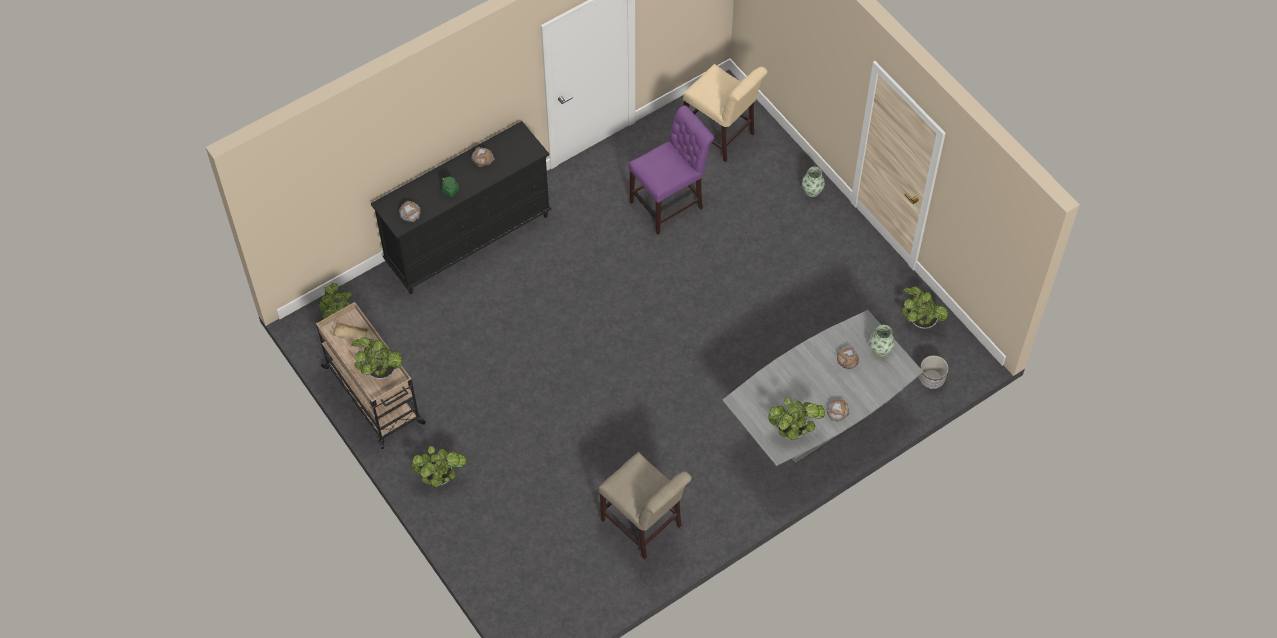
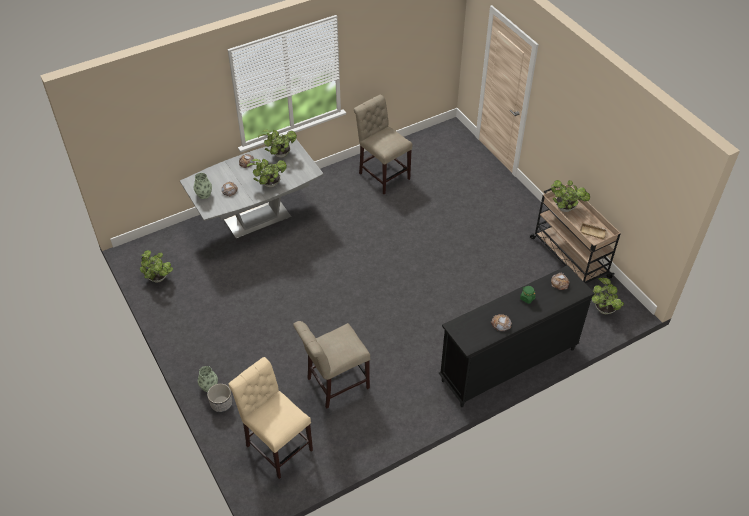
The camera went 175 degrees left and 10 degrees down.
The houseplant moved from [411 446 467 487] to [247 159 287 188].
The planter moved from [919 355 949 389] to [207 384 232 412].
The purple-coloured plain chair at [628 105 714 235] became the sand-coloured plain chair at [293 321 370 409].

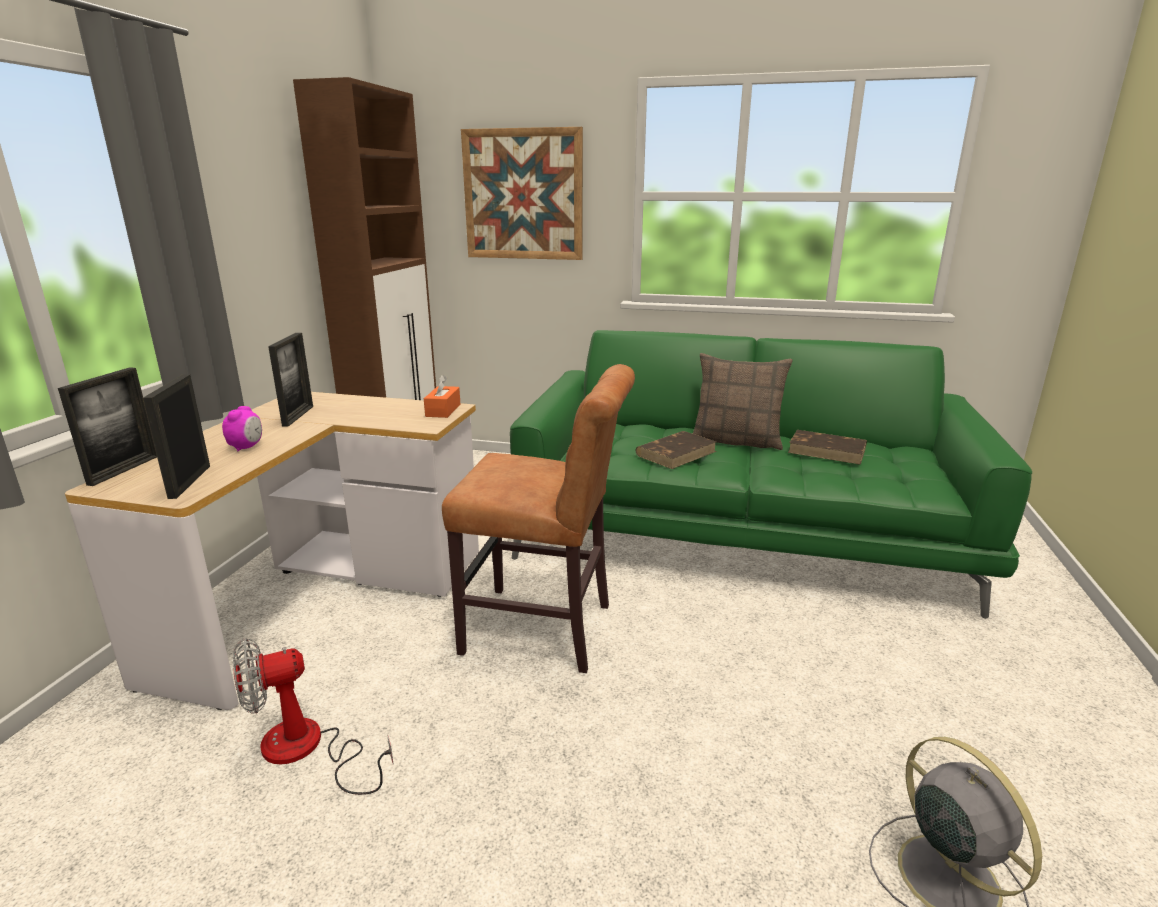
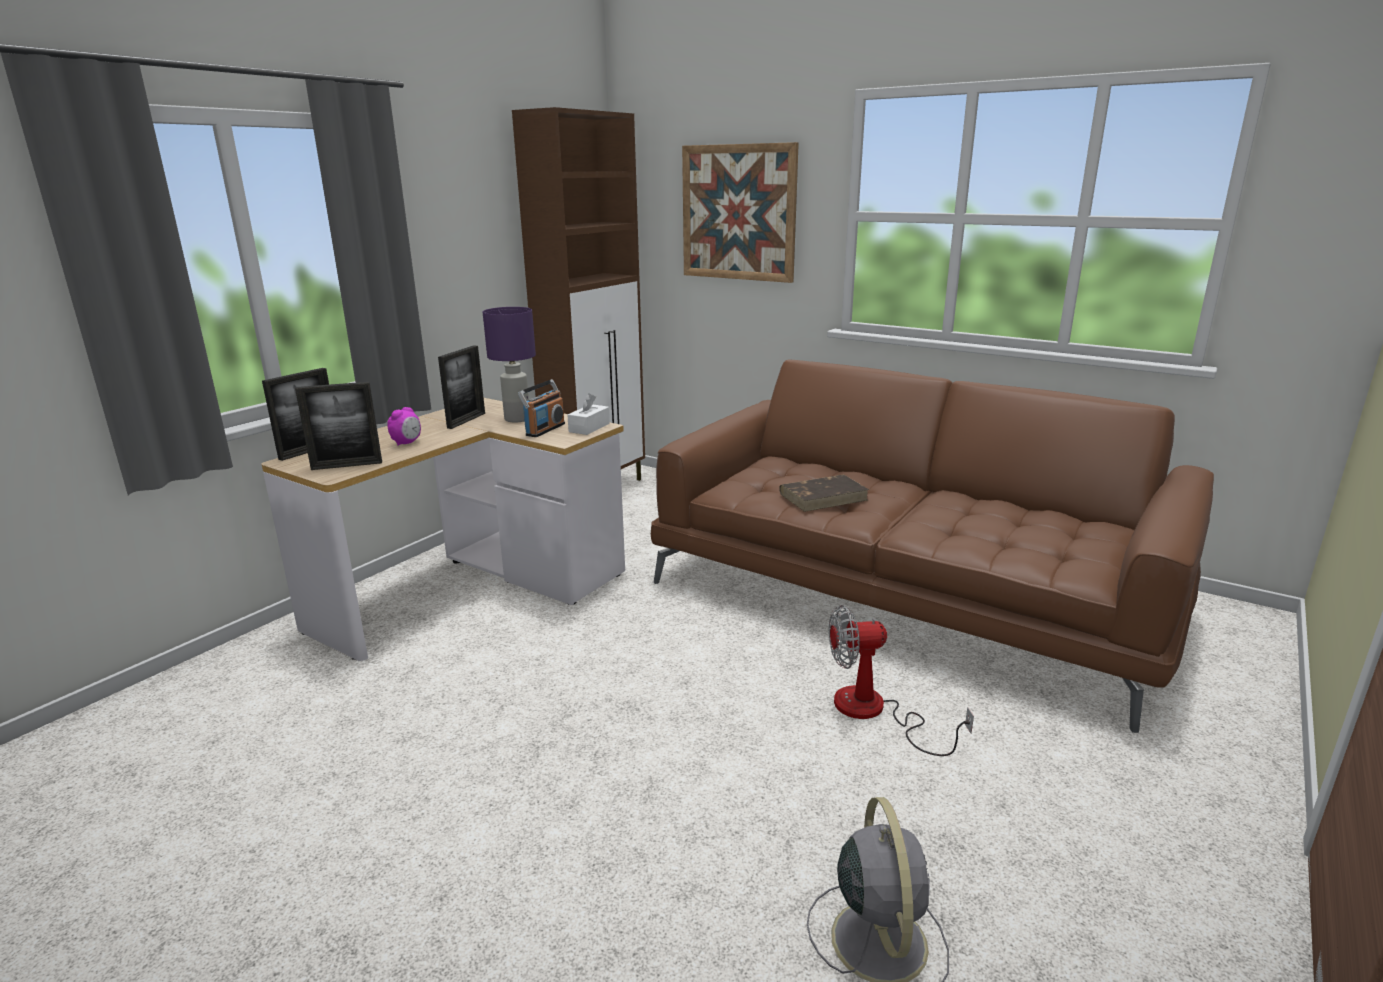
The camera went 20 degrees right and 0 degrees up.
The brownish plain chair at [442 364 635 673] disappeared.
The cushion at [692 353 793 450] disappeared.
The brownish book at [788 430 867 465] disappeared.
The purple-coloured lamp for a table at [483 307 536 422] appeared.
The radio receiver at [518 379 565 437] appeared.
The cooling fan moved from [233 638 394 795] to [829 605 974 756].
The orangey tissue holder at [424 374 460 418] became the white-coloured tissue holder at [567 393 610 435].
The greenish settee at [510 330 1032 619] became the brownish settee at [651 360 1214 733].
The picture frame at [143 375 210 499] turned 120 degrees counterclockwise.

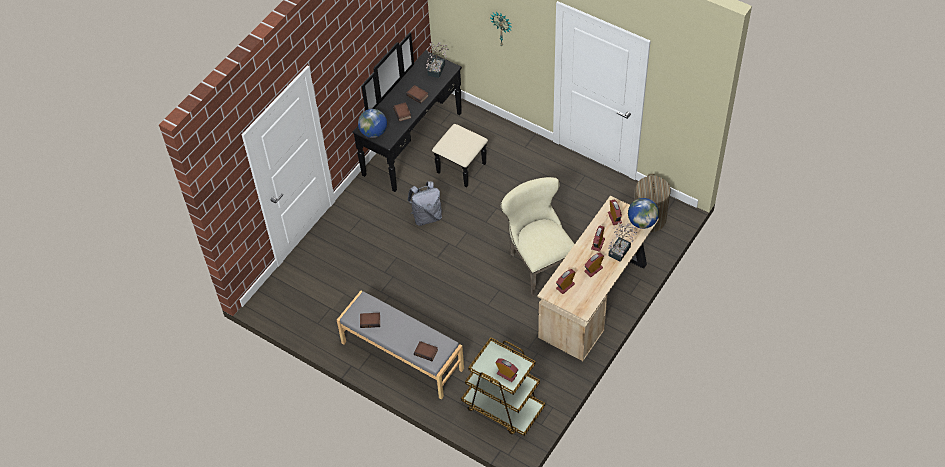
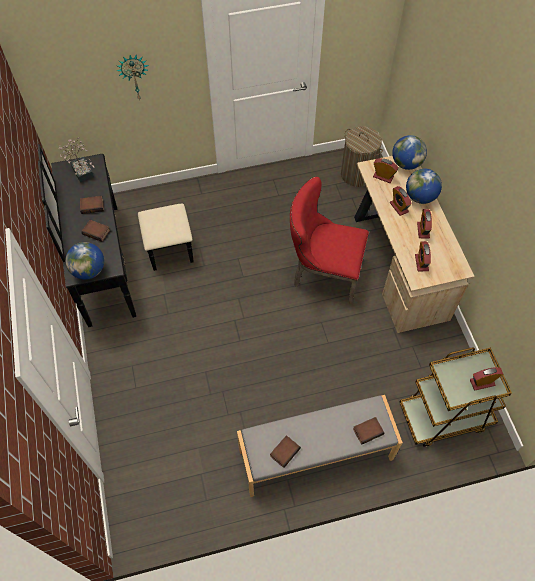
The camera went 50 degrees left and 5 degrees up.
The gray rucksack at [407 181 442 226] disappeared.
The houseplant at [608 221 637 262] was replaced by the globe at [406 169 442 204].
The sand-coloured plain chair at [501 177 575 297] became the red-coloured plain chair at [290 177 369 304].

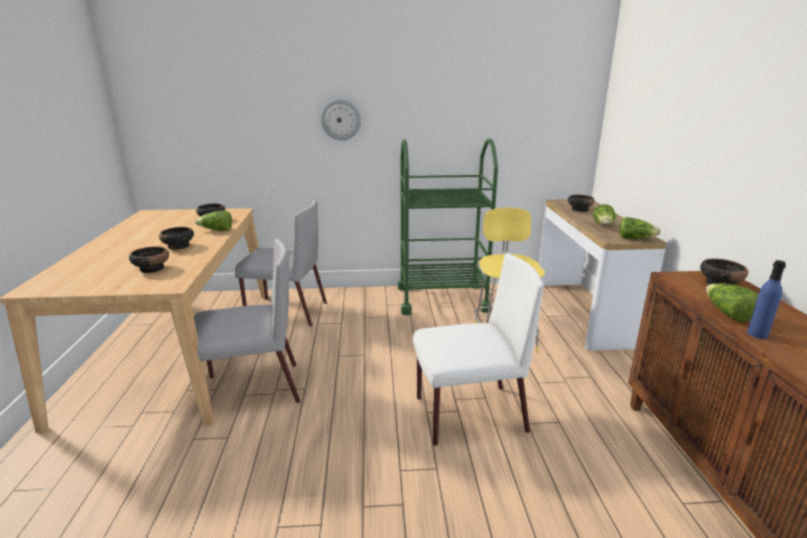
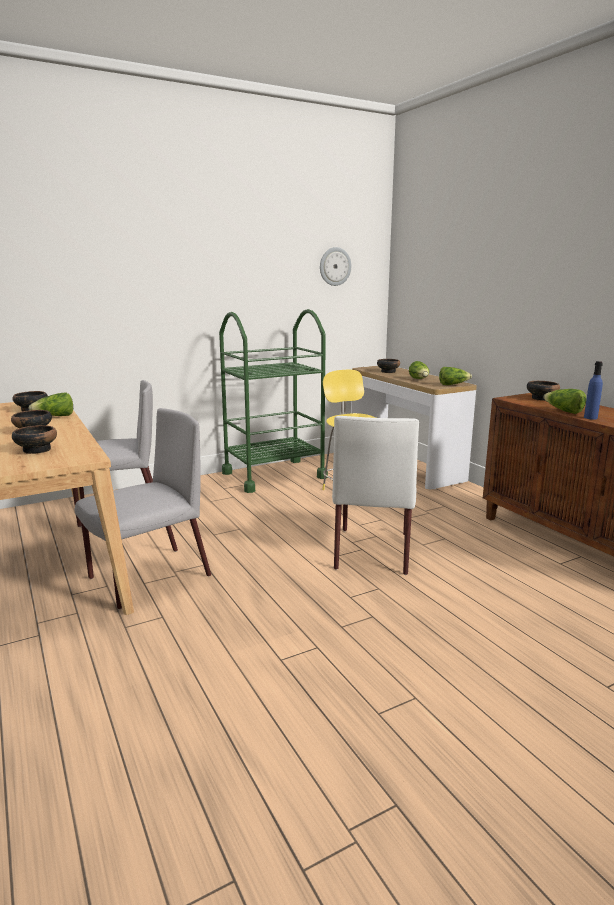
The camera went 25 degrees left and 5 degrees down.
The hanging clock moved from [321 99 361 140] to [320 247 351 286].
The white-coloured plain chair at [413 253 544 446] turned 135 degrees clockwise.

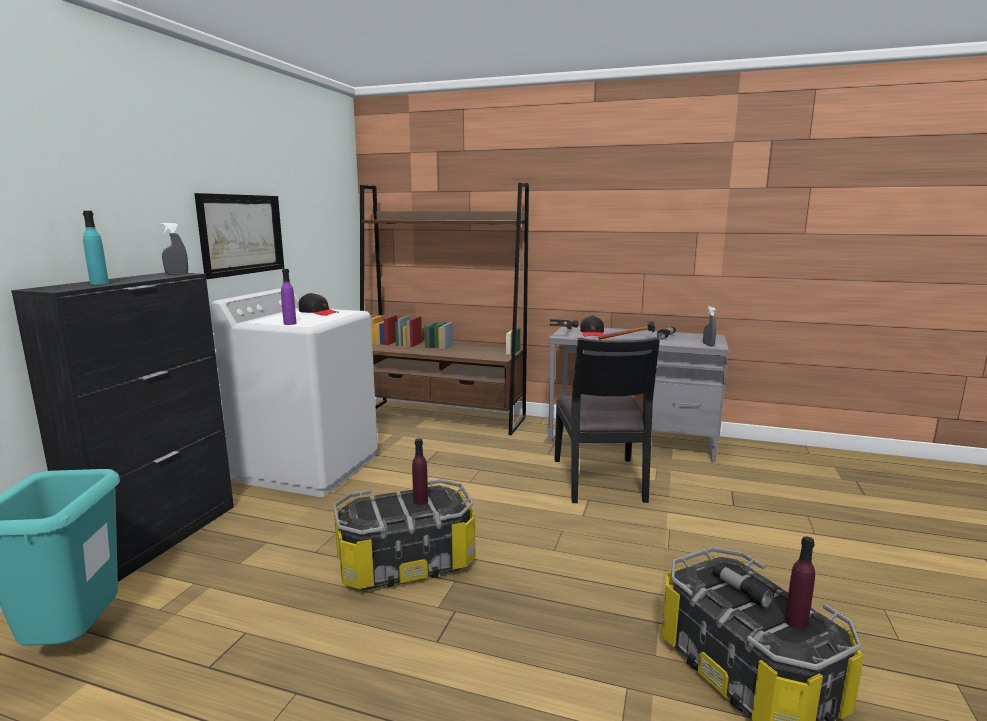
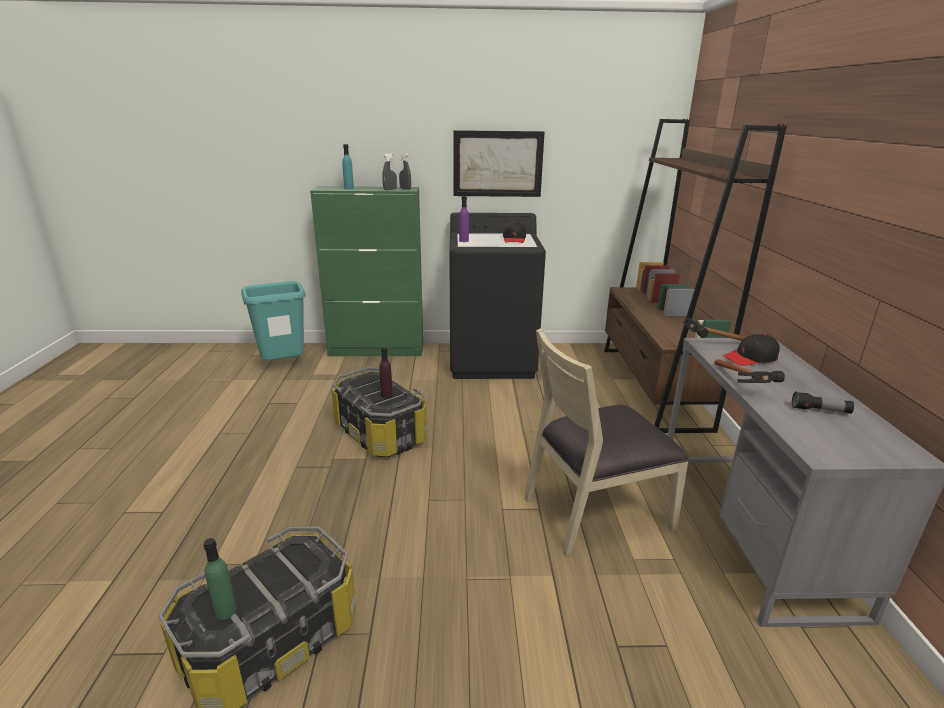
The camera went 70 degrees right and 10 degrees up.
The torch at [713 563 774 609] disappeared.
The gray spray bottle moved from [703 306 716 347] to [382 153 397 190].
The black-coloured cabinet at [11 272 234 582] became the greenish cabinet at [310 186 423 356].
The white-coloured laundry appliance at [211 288 378 497] became the black-coloured laundry appliance at [449 213 546 379].
The black-coloured plain chair at [555 337 660 503] became the sand-coloured plain chair at [524 328 689 557].
The purple-coloured beverage bottle at [785 536 815 629] became the greenish beverage bottle at [203 538 237 620].

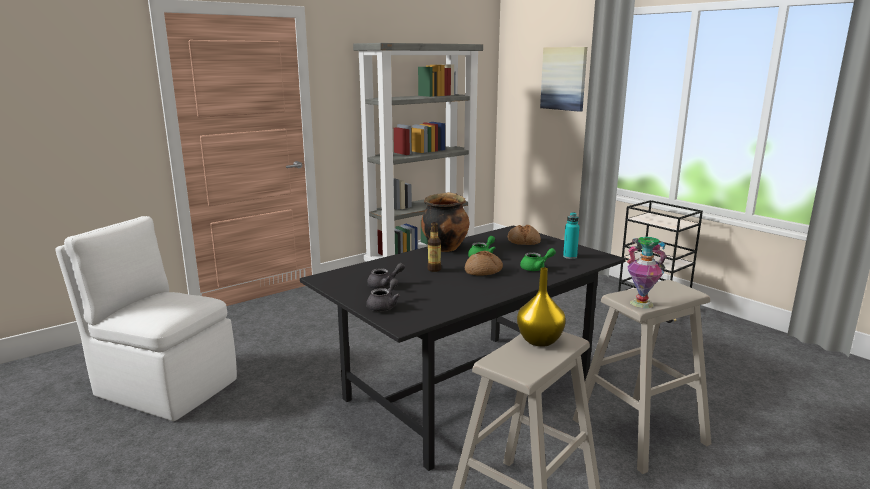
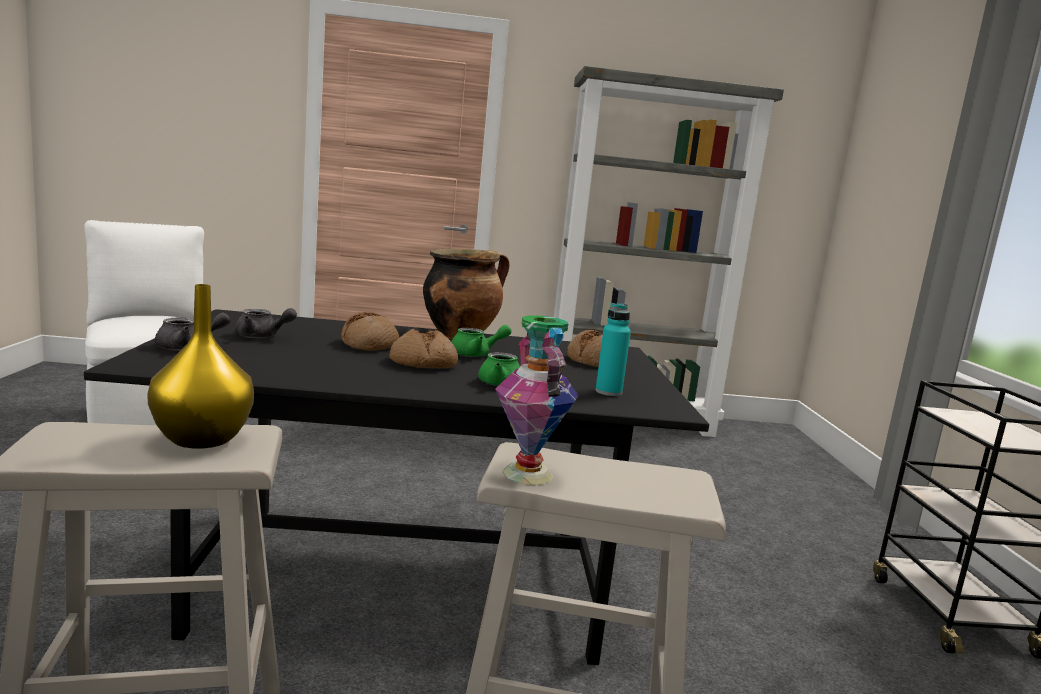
The camera went 35 degrees right and 5 degrees down.
The wall picture at [540 47 587 112] disappeared.
The beverage bottle at [428 222 441 272] was replaced by the bread at [341 312 399 351].

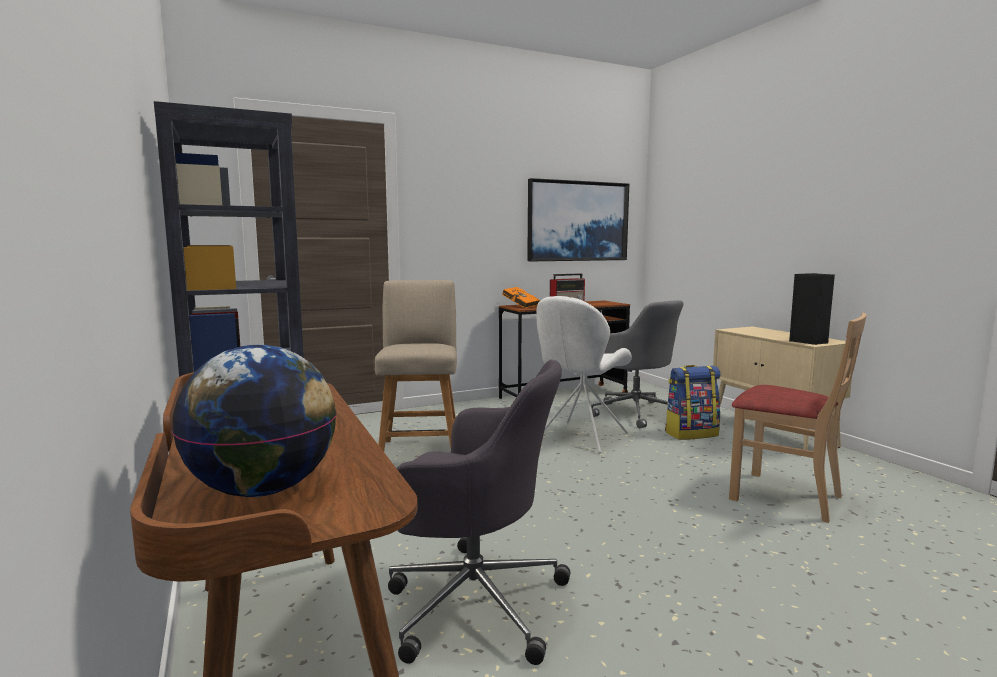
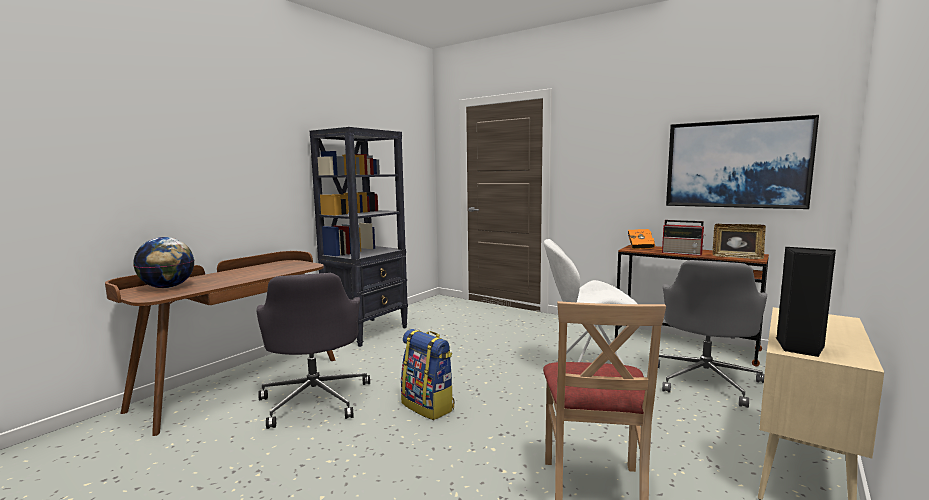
The camera went 60 degrees right and 0 degrees up.
The sand-coloured plain chair at [375 280 457 452] disappeared.
The picture frame at [713 224 766 259] appeared.
The rucksack moved from [665 365 720 440] to [401 329 455 420].

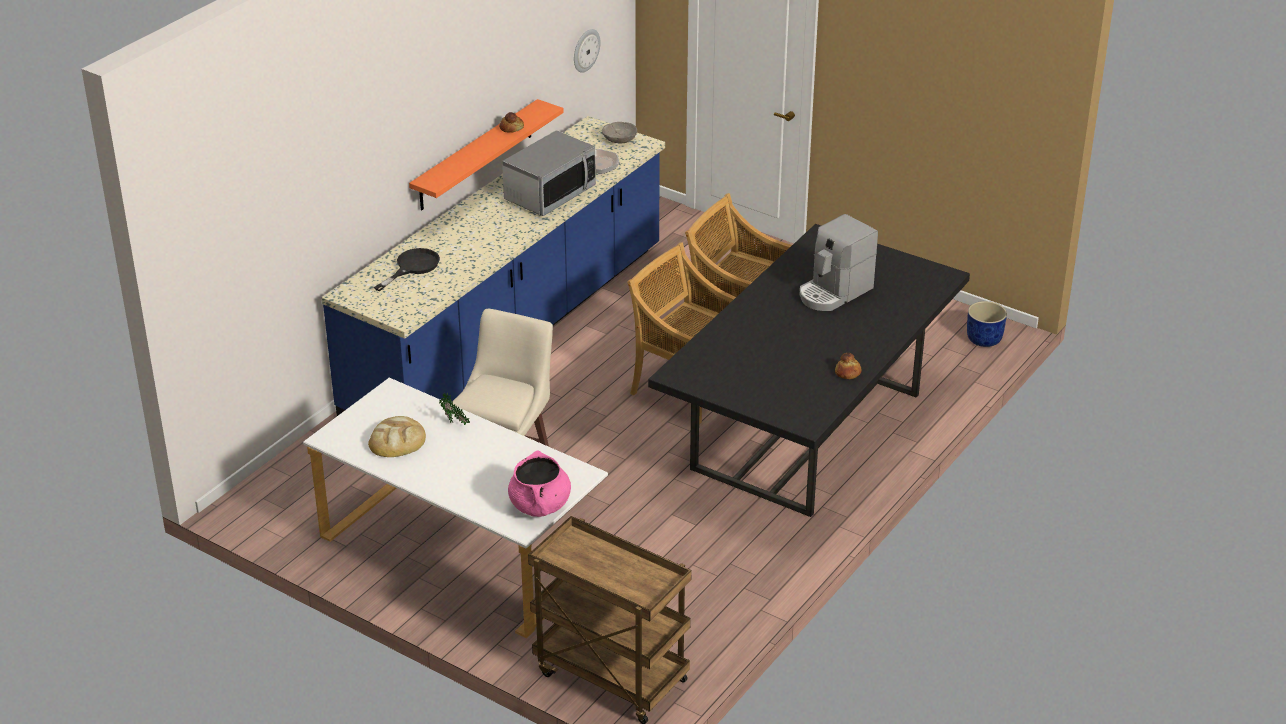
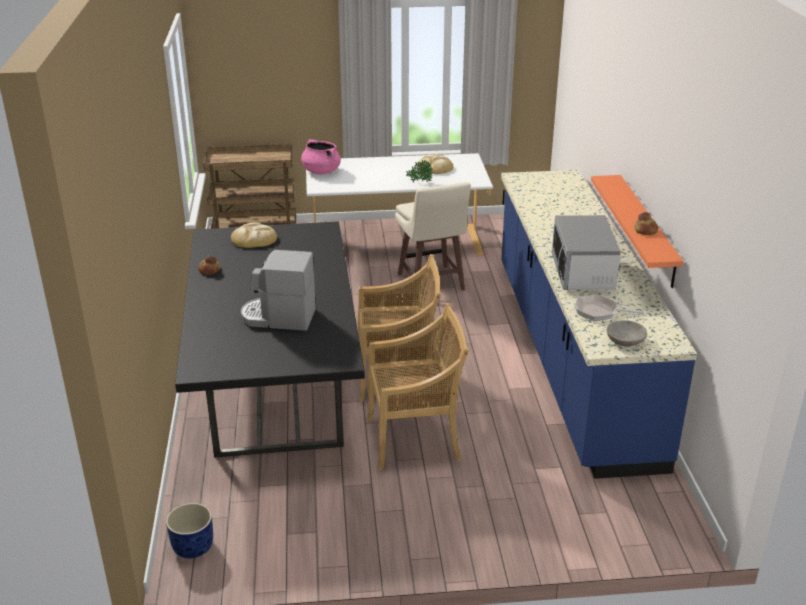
The camera went 140 degrees right and 5 degrees down.
The black-coloured frying pan at [374 248 440 291] disappeared.
The hanging clock at [574 29 600 73] disappeared.
The bread at [231 223 277 248] appeared.
The coffee brewer at [800 214 878 311] turned 90 degrees counterclockwise.

